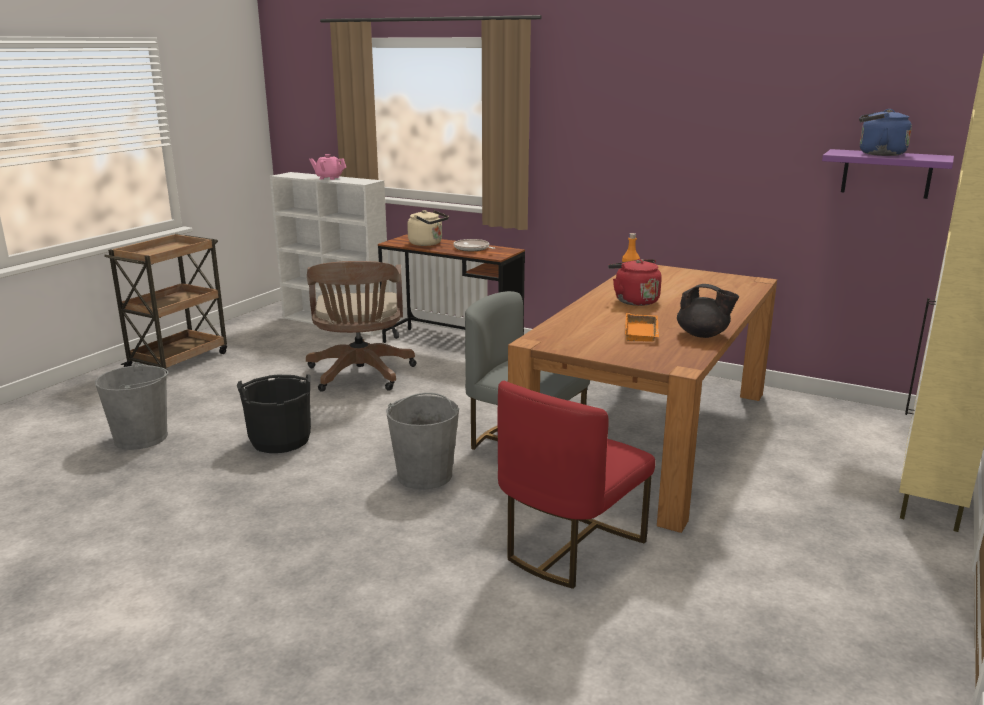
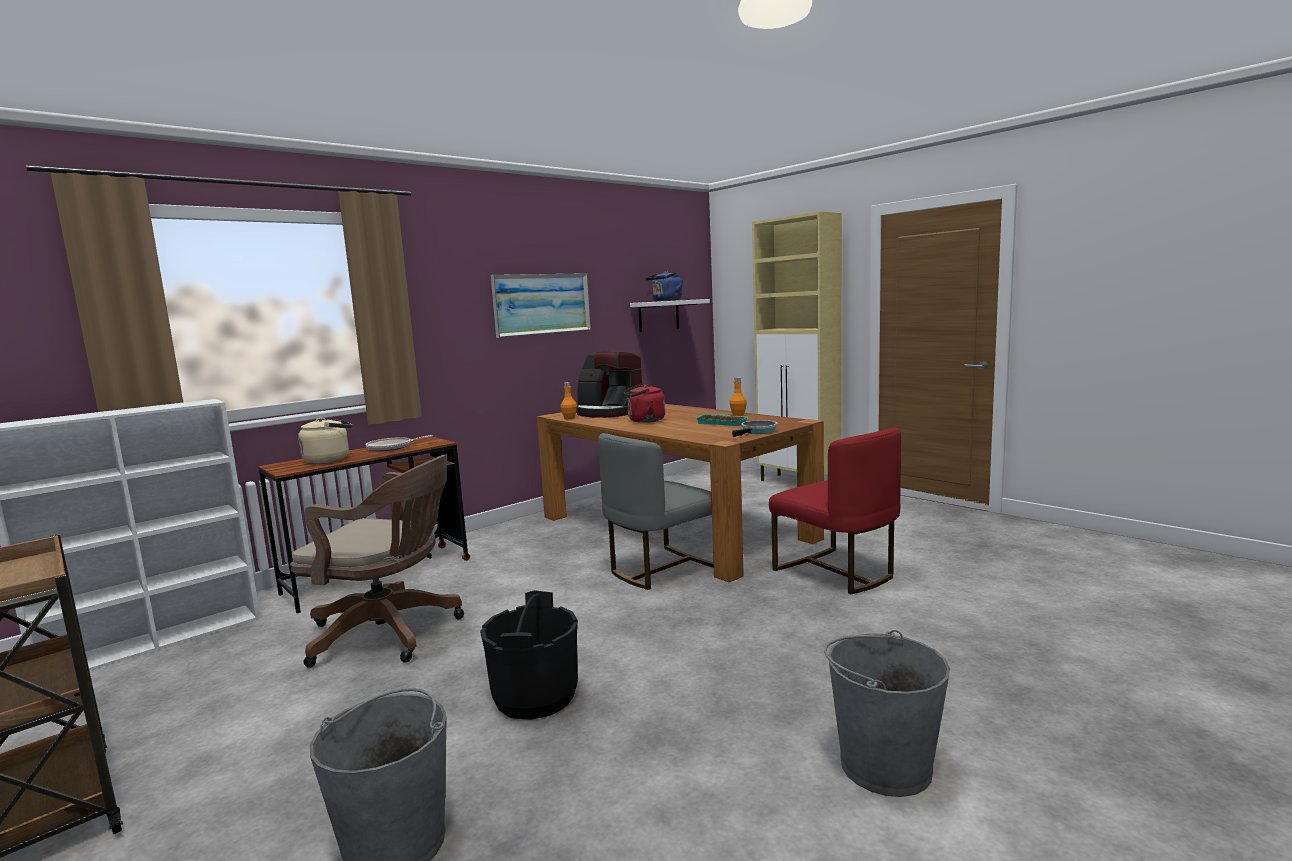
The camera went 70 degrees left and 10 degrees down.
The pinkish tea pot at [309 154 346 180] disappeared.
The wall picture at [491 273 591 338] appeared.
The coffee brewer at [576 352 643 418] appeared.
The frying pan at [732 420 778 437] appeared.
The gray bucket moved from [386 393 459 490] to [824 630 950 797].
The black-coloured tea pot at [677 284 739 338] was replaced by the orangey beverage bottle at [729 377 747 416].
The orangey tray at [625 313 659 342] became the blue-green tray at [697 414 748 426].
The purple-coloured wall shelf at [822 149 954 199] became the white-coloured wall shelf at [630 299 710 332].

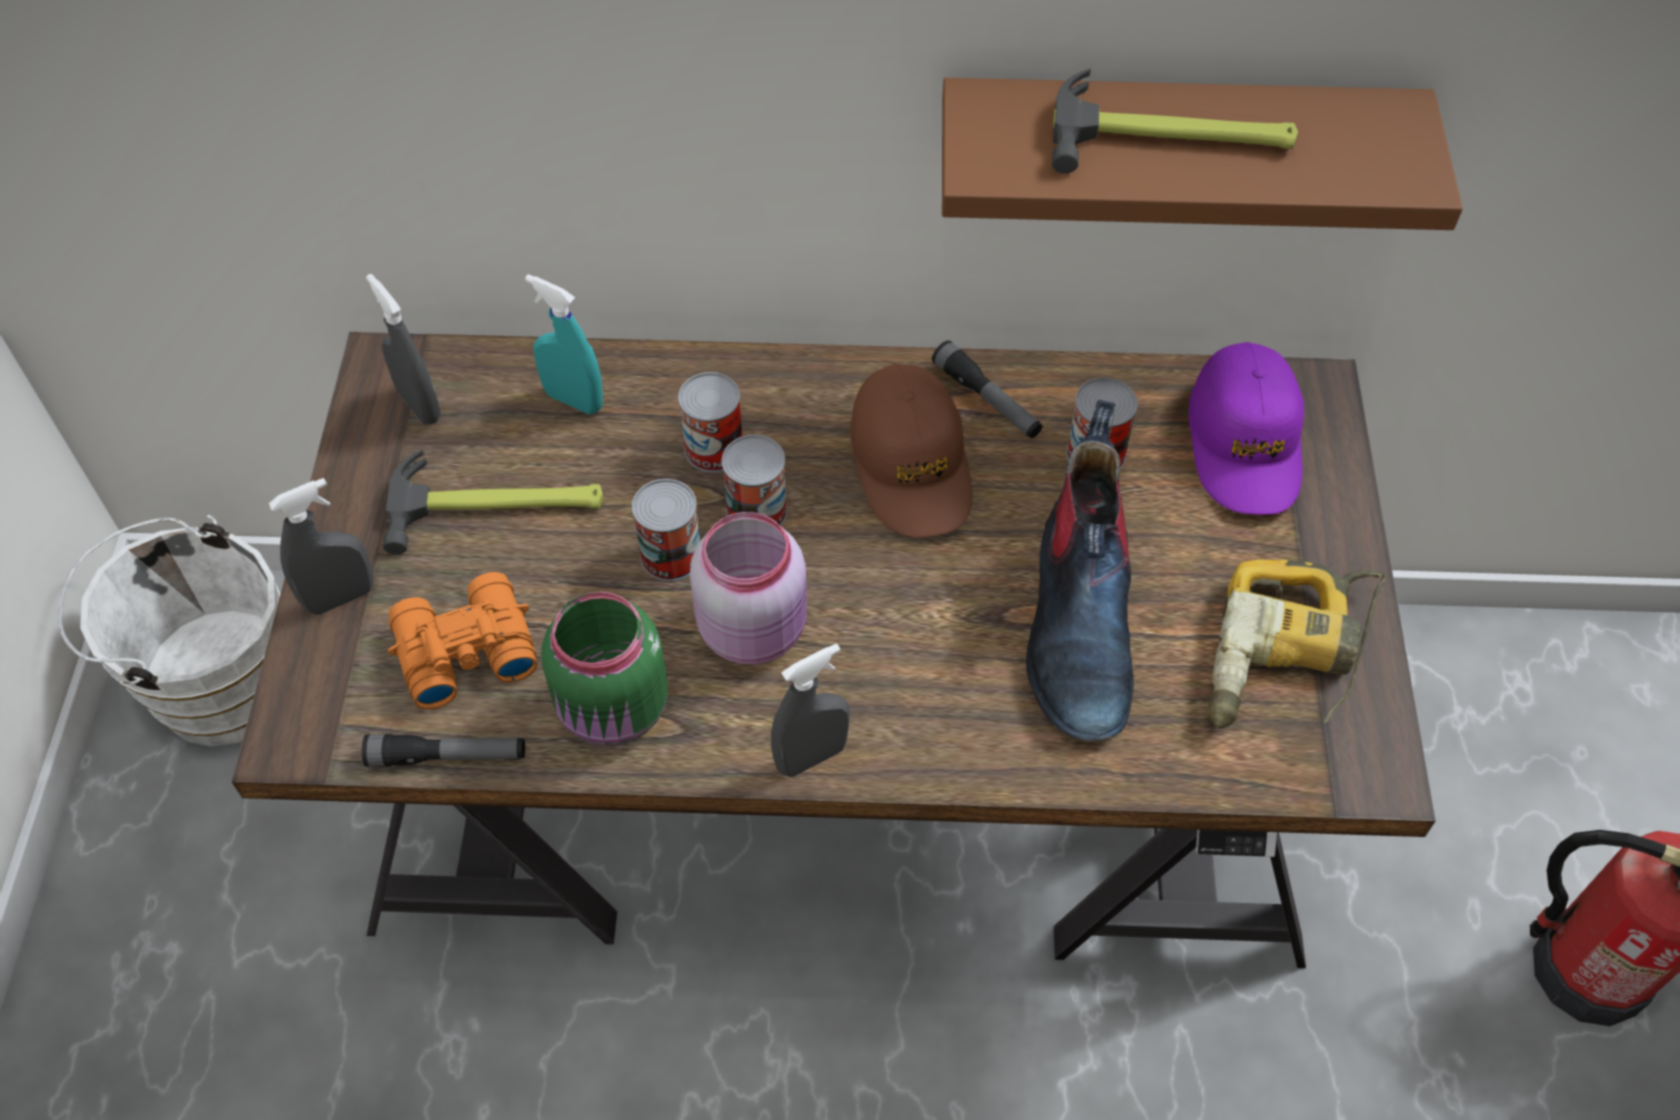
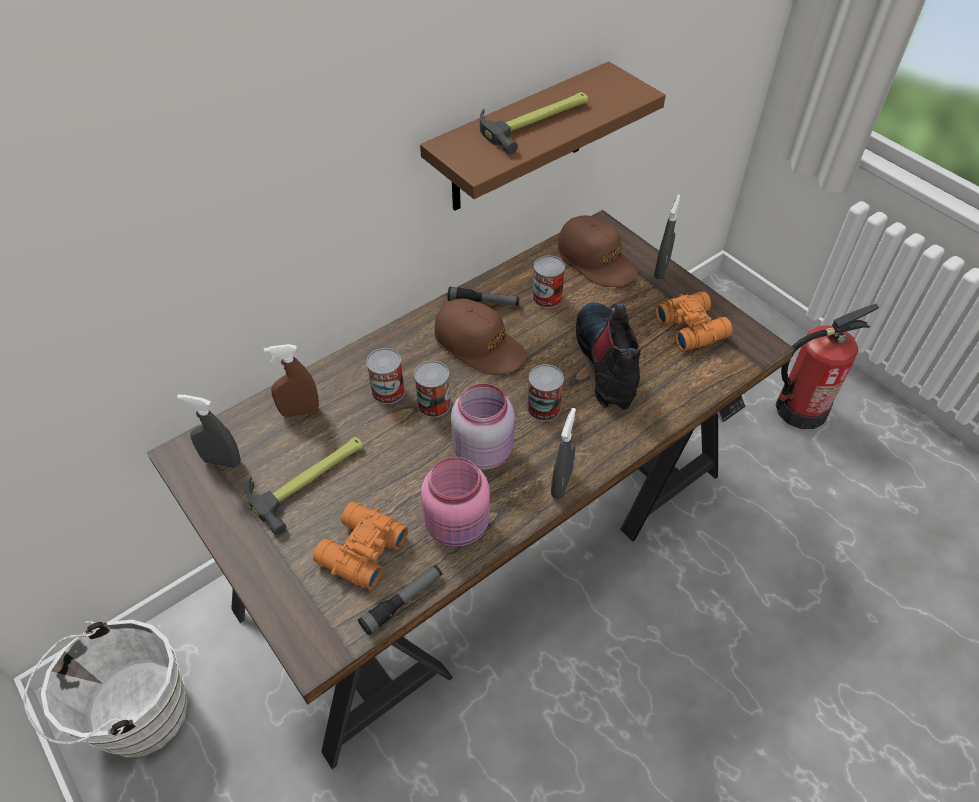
The camera went 40 degrees left and 5 degrees down.
The gray spray bottle moved from [269 478 373 615] to [654 194 681 280].
The metal can moved from [632 479 700 581] to [527 364 564 421].
The electric drill at [1207 559 1386 728] was replaced by the orangey binoculars at [655 291 732 351].
The blue-green spray bottle at [525 274 603 414] became the brownish spray bottle at [264 344 319 417].
The greenish preserve jar at [541 591 668 746] became the pinkish preserve jar at [421 457 490 547].
The purple-coloured baseball cap at [1189 342 1304 515] became the brownish baseball cap at [558 215 638 287].
The tall boot at [1026 400 1134 742] turned 150 degrees counterclockwise.

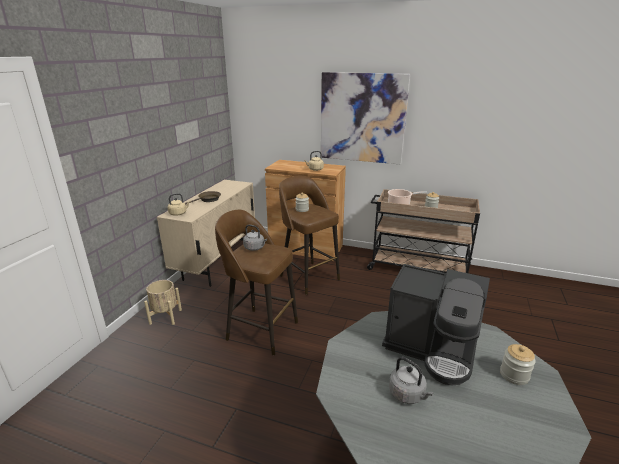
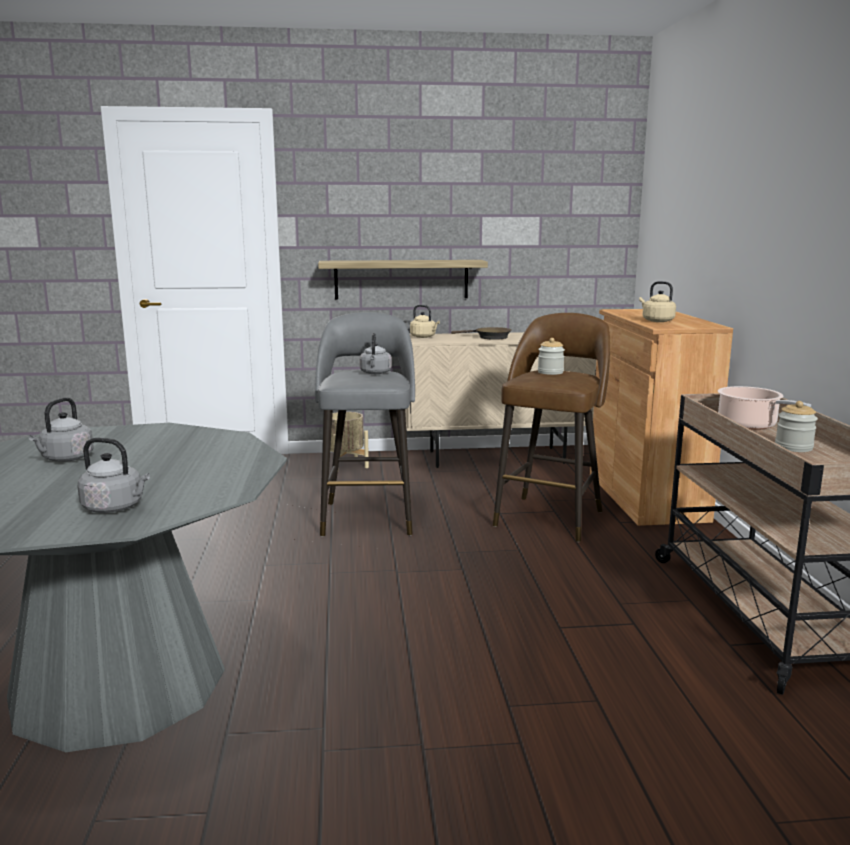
The camera went 65 degrees right and 10 degrees down.
The wall picture at [321 72 410 165] disappeared.
The coffee brewer at [382 264 490 386] disappeared.
The wall shelf at [318 260 488 300] appeared.
The preserve jar at [500 344 536 385] was replaced by the gray water kettle at [77 438 150 513].
The brownish sitting stool at [215 210 298 355] became the gray sitting stool at [315 312 415 537].

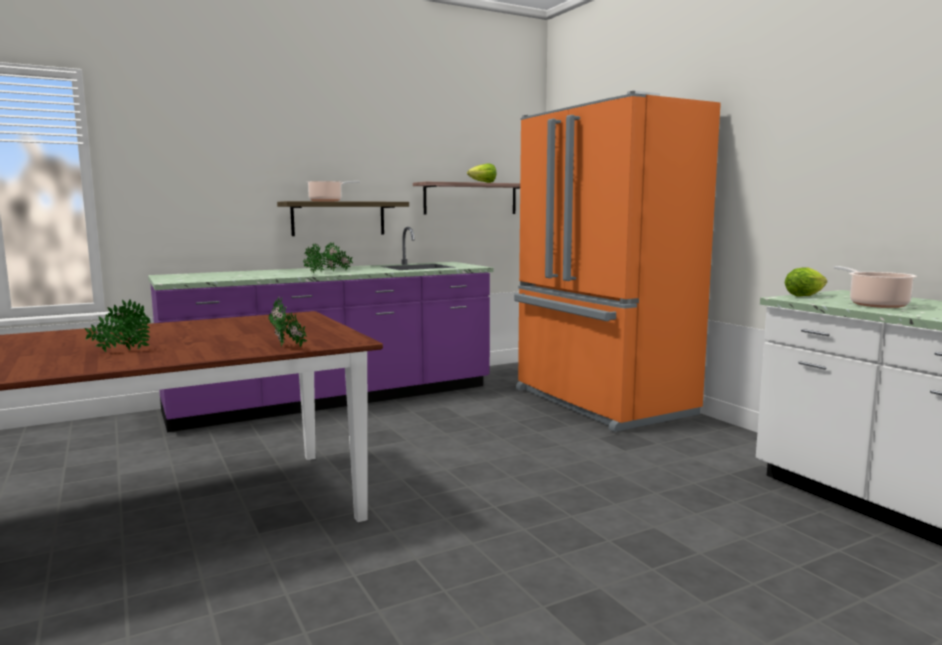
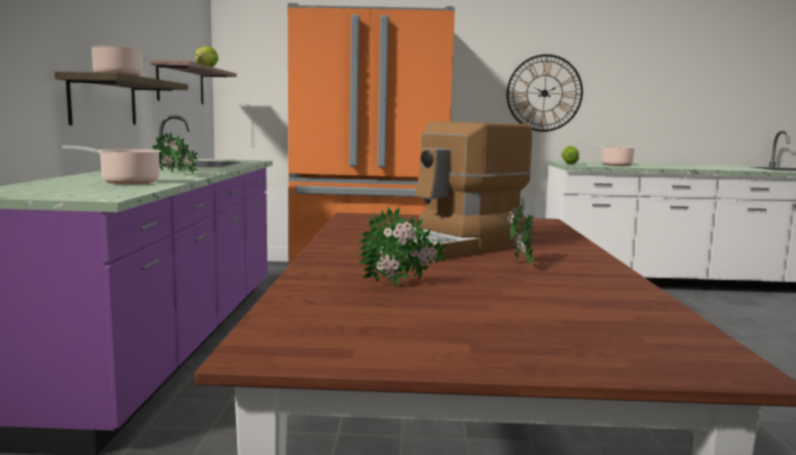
The camera went 60 degrees left and 0 degrees up.
The cooking pot at [62 146 161 184] appeared.
The coffee brewer at [393 121 532 261] appeared.
The hanging clock at [507 54 583 132] appeared.
The houseplant moved from [269 297 308 347] to [358 206 447 287].

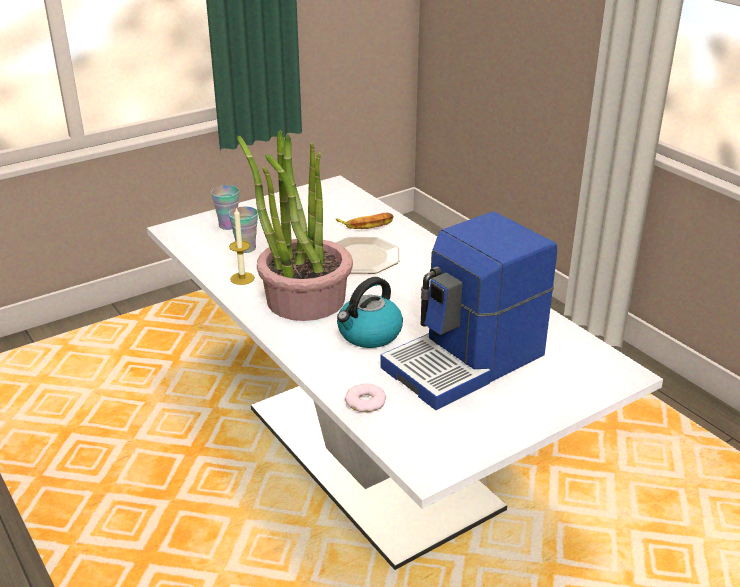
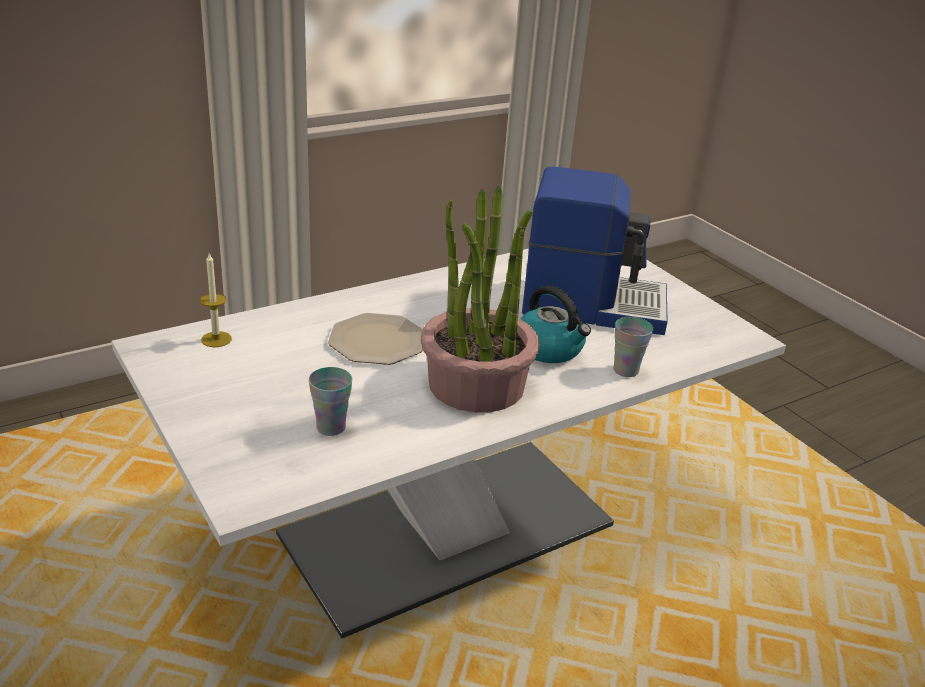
The camera went 90 degrees left and 0 degrees up.
The banana fruit at [336 213 394 229] disappeared.
The donut at [345 383 386 412] disappeared.
The cup moved from [211 185 239 230] to [614 317 653 377].
The wax candle moved from [229 208 255 285] to [200 253 232 347].
The coffee brewer at [380 212 557 410] turned 45 degrees counterclockwise.

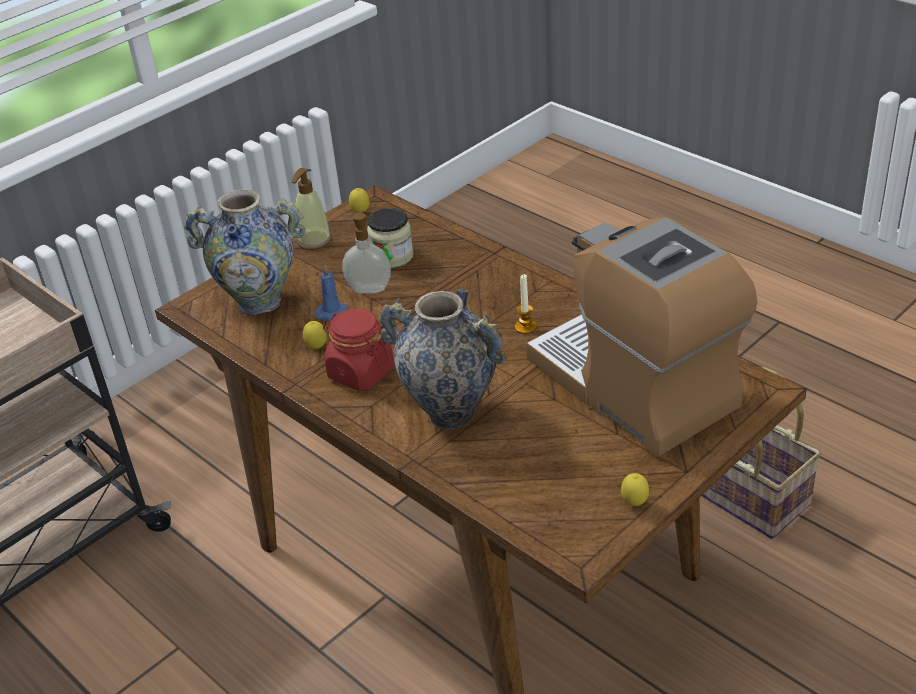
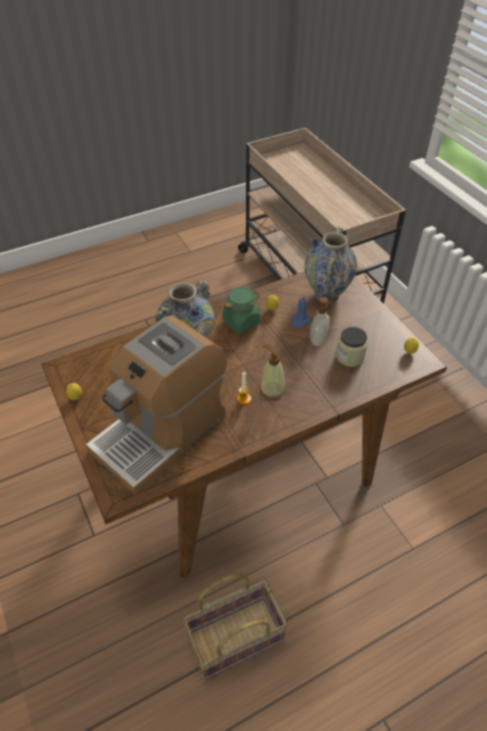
The camera went 105 degrees right and 10 degrees up.
The liquid soap bottle moved from [292 168 332 250] to [260 344 285 399].
The red-coloured preserve jar at [323 309 394 391] became the greenish preserve jar at [222 287 260 333].
The coffee brewer at [526 217 757 457] turned 150 degrees clockwise.

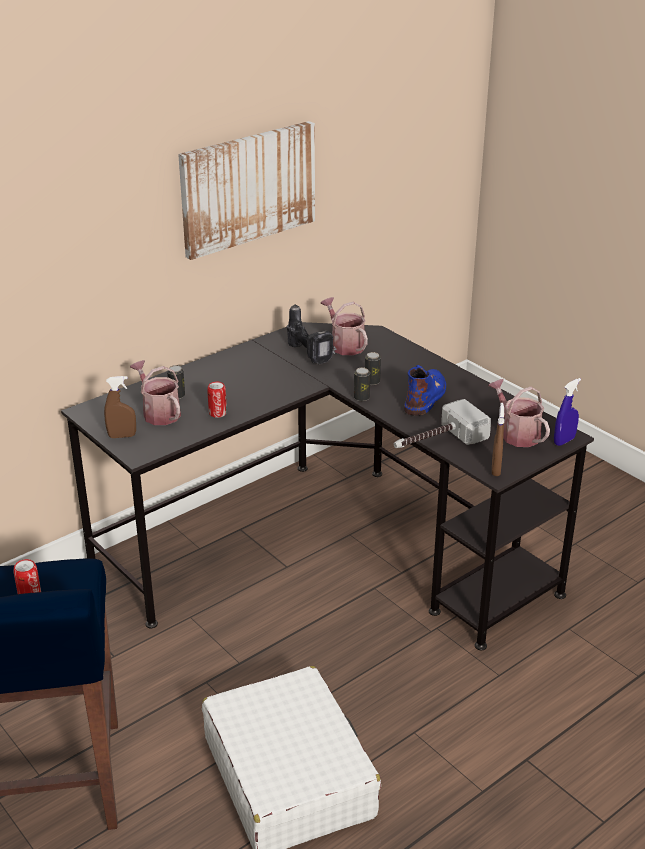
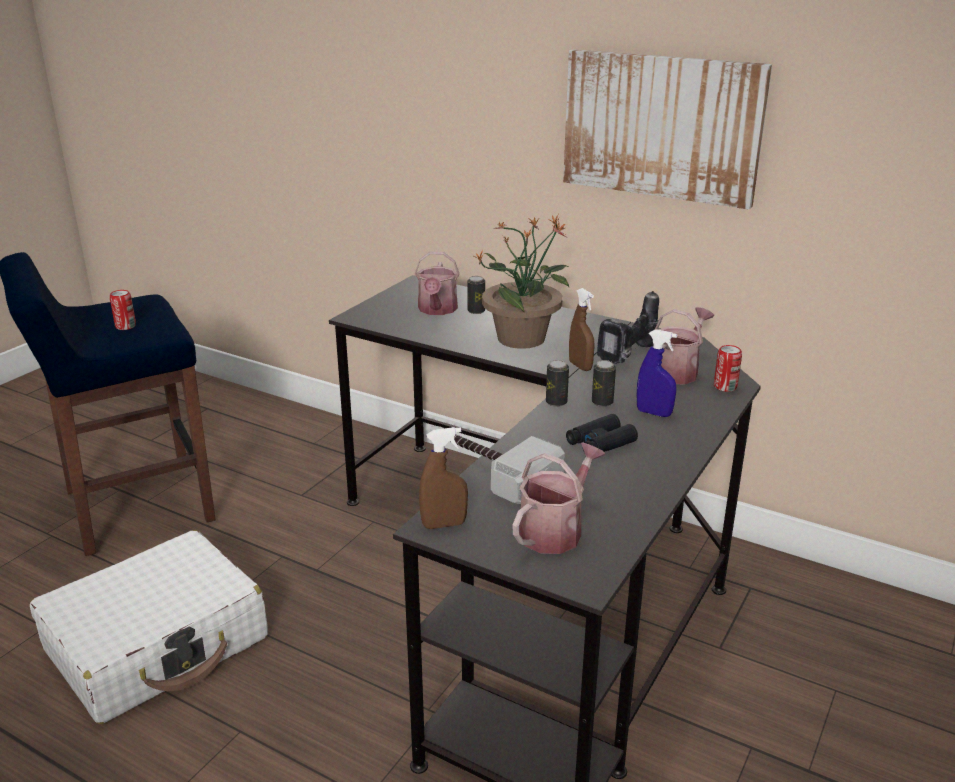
The camera went 70 degrees right and 5 degrees down.
The houseplant at [472 215 569 349] appeared.
The brownish spray bottle moved from [104 376 136 438] to [569 288 595 371].
The metal can moved from [207 382 227 418] to [714 345 742 392].
The blue-coloured spray bottle moved from [554 378 581 446] to [637 329 677 417].
The blue-coloured tall boot at [404 365 446 416] was replaced by the black-coloured binoculars at [566 414 638 452].
The watering pot at [130 360 181 425] turned 150 degrees clockwise.

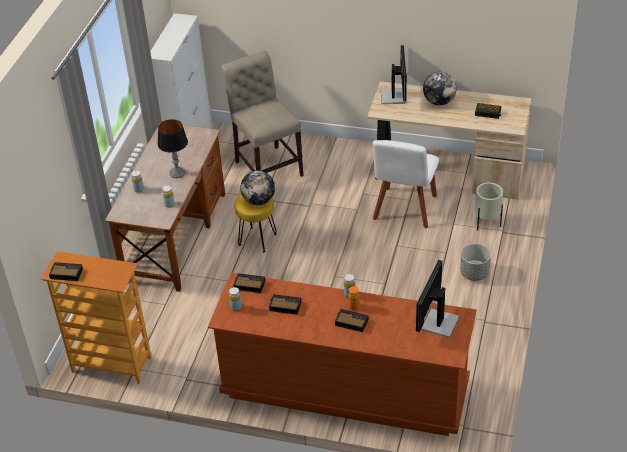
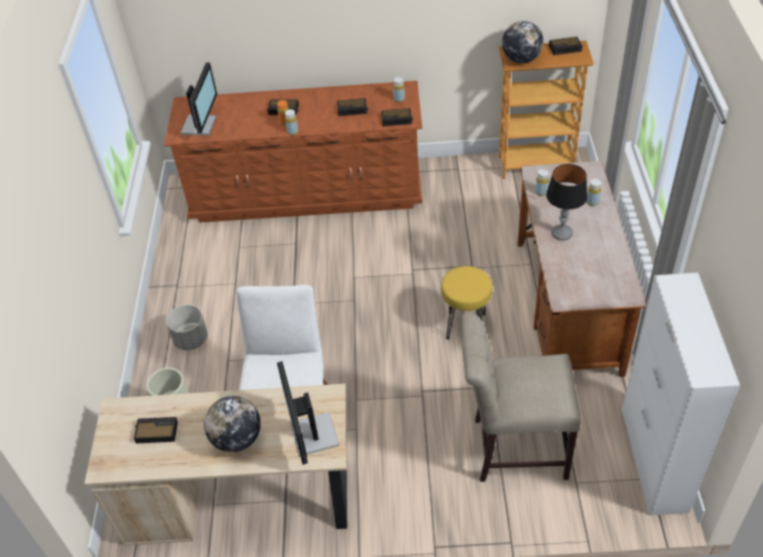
The camera went 165 degrees right and 5 degrees up.
The globe moved from [240 171 275 205] to [502 21 544 64].
The sand-coloured plain chair at [221 51 303 177] turned 135 degrees clockwise.

